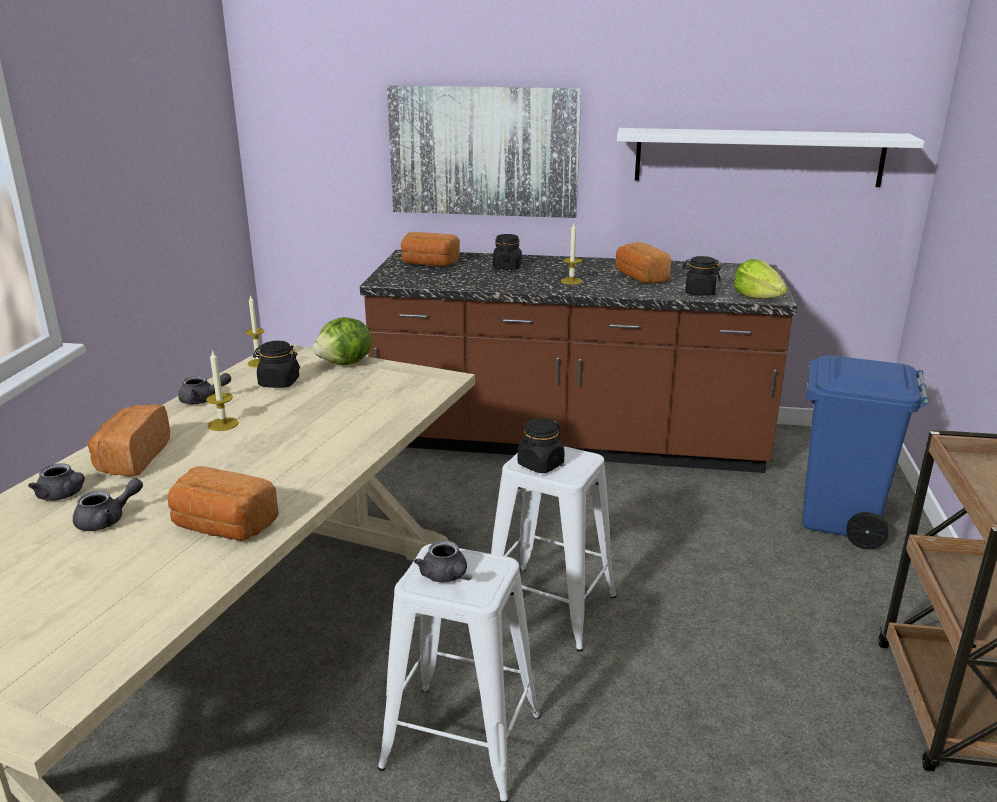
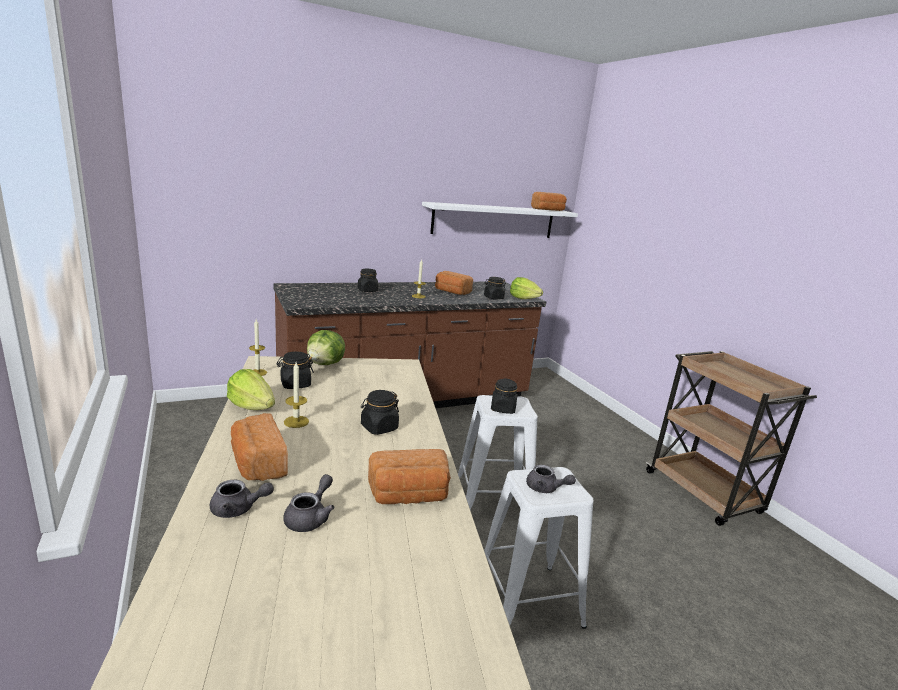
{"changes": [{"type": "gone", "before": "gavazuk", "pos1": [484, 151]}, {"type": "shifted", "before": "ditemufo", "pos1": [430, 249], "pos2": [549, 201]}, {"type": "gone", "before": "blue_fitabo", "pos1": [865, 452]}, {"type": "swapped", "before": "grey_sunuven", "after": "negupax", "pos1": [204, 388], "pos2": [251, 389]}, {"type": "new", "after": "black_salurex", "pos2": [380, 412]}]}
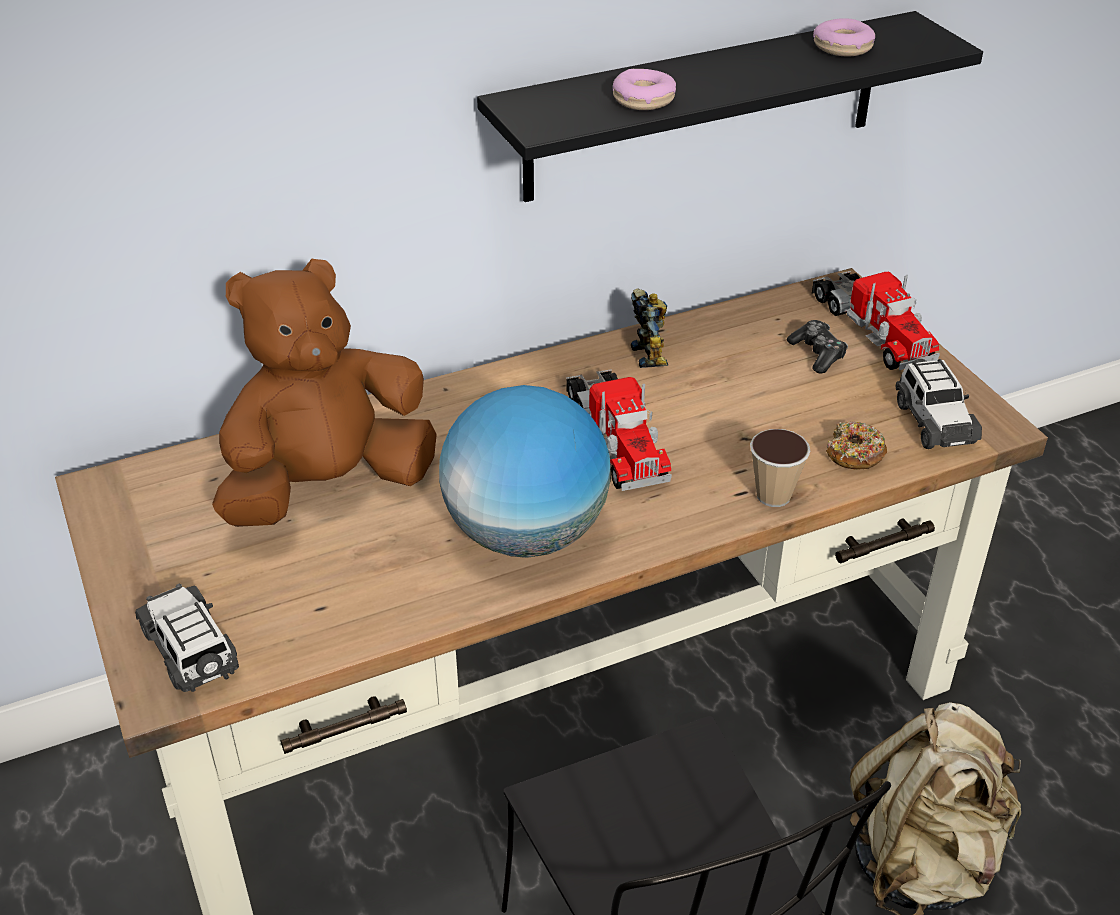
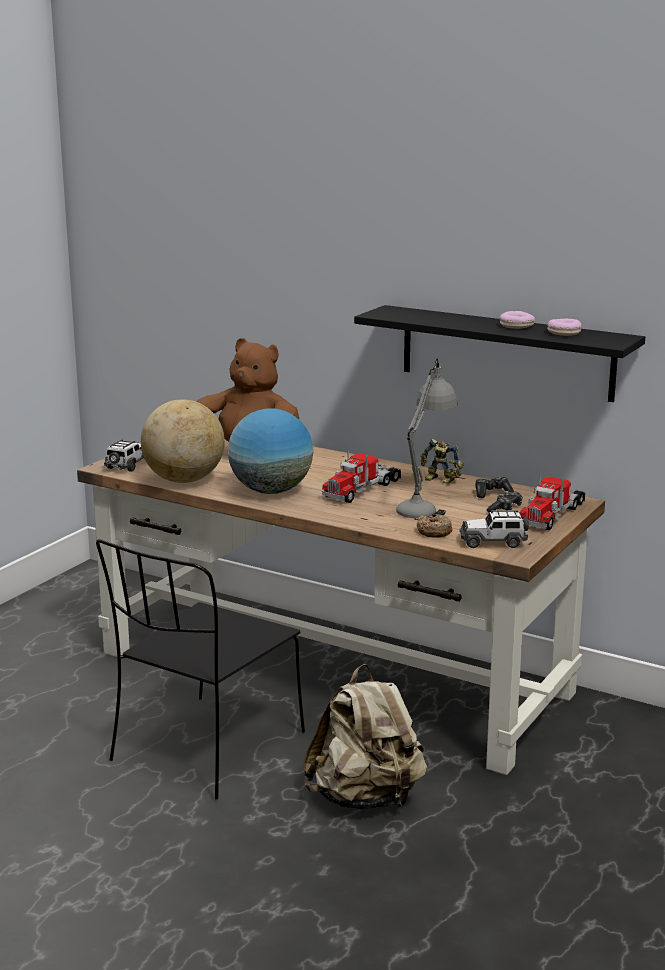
{"changes": [{"type": "shifted", "before": "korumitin", "pos1": [644, 89], "pos2": [517, 320]}, {"type": "rotated", "before": "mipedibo", "pos1": [649, 328], "pos2": [441, 461], "turn": 75}, {"type": "rotated", "before": "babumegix", "pos1": [938, 404], "pos2": [494, 529], "turn": 45}, {"type": "gone", "before": "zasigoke", "pos1": [780, 468]}, {"type": "new", "after": "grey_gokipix", "pos2": [427, 439]}, {"type": "new", "after": "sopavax", "pos2": [183, 441]}, {"type": "new", "after": "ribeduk", "pos2": [495, 487]}]}
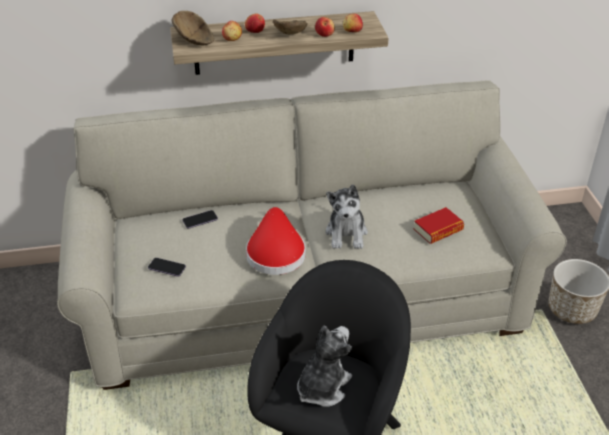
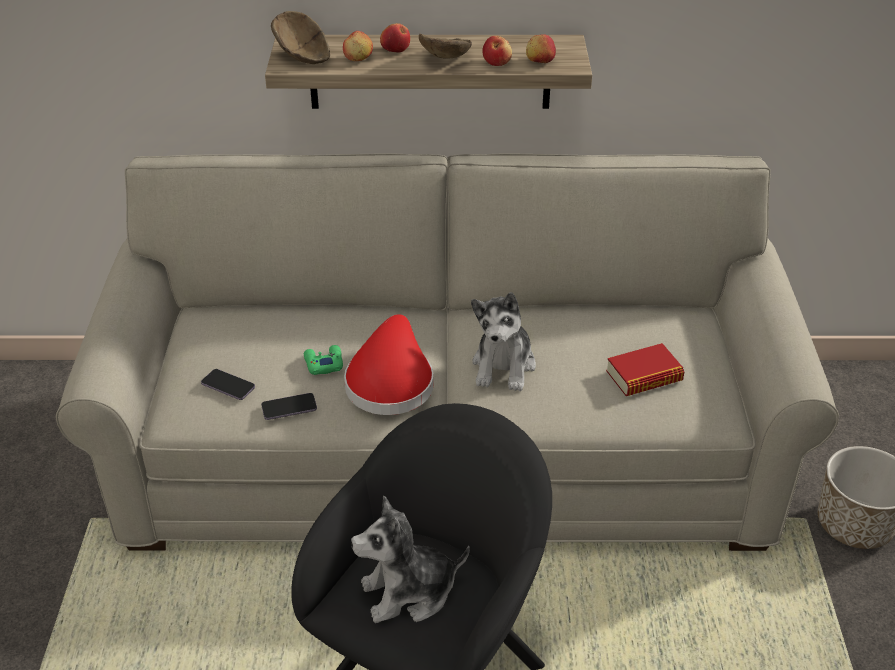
{"changes": [{"type": "shifted", "before": "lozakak", "pos1": [200, 219], "pos2": [289, 406]}, {"type": "rotated", "before": "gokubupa", "pos1": [324, 366], "pos2": [410, 559], "turn": -150}, {"type": "new", "after": "green_ribeduk", "pos2": [323, 360]}]}
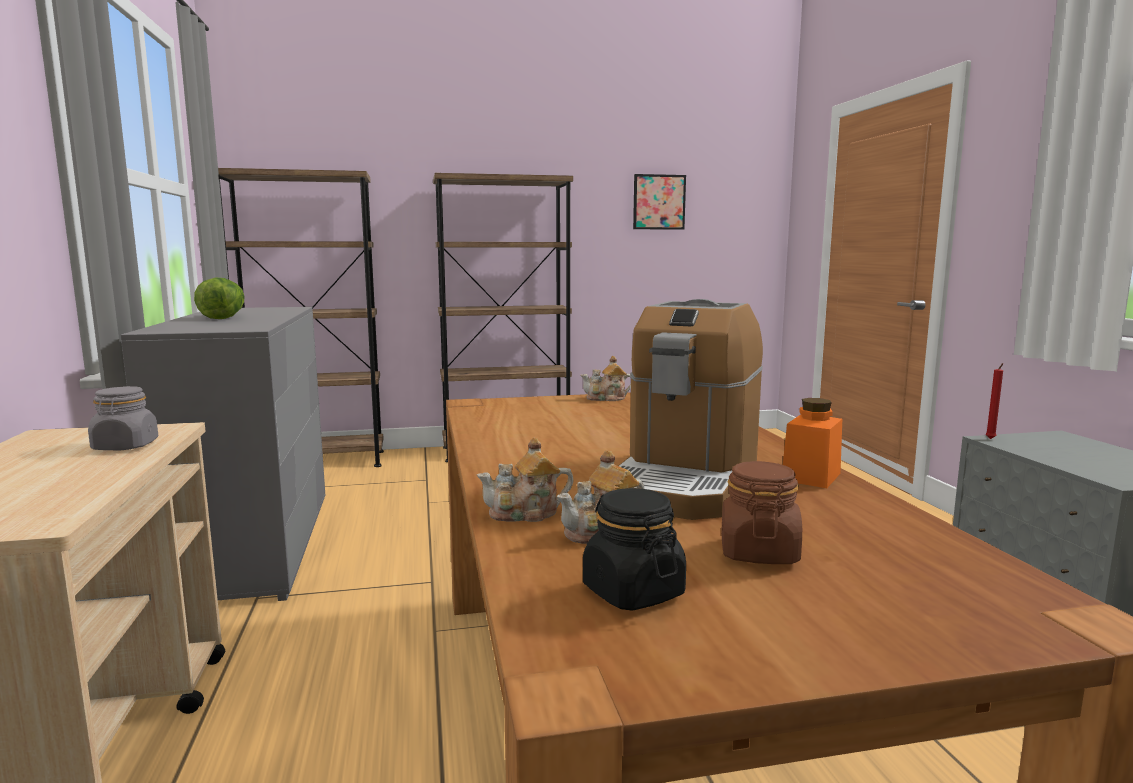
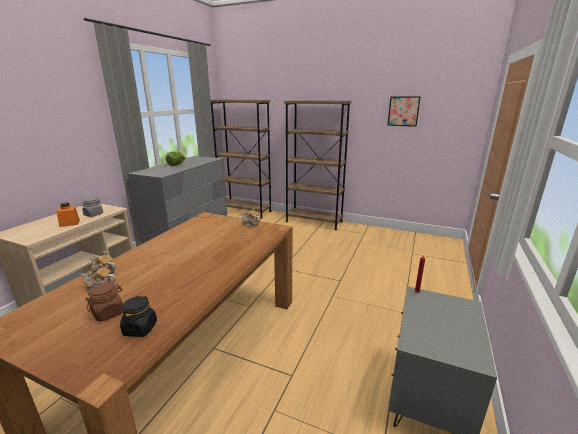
{"changes": [{"type": "gone", "before": "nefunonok", "pos1": [690, 409]}, {"type": "shifted", "before": "orange_salurex", "pos1": [812, 443], "pos2": [68, 214]}, {"type": "shifted", "before": "black_salurex", "pos1": [634, 549], "pos2": [138, 316]}]}
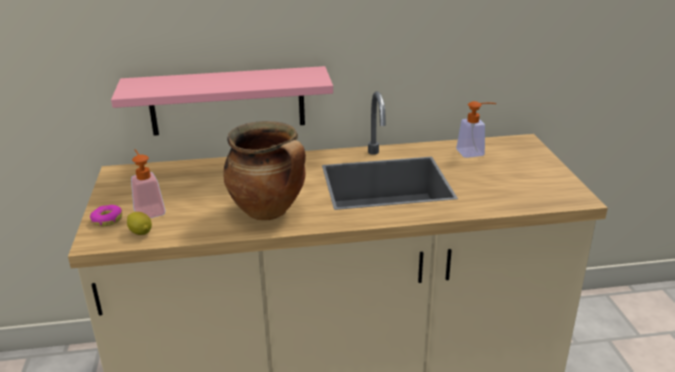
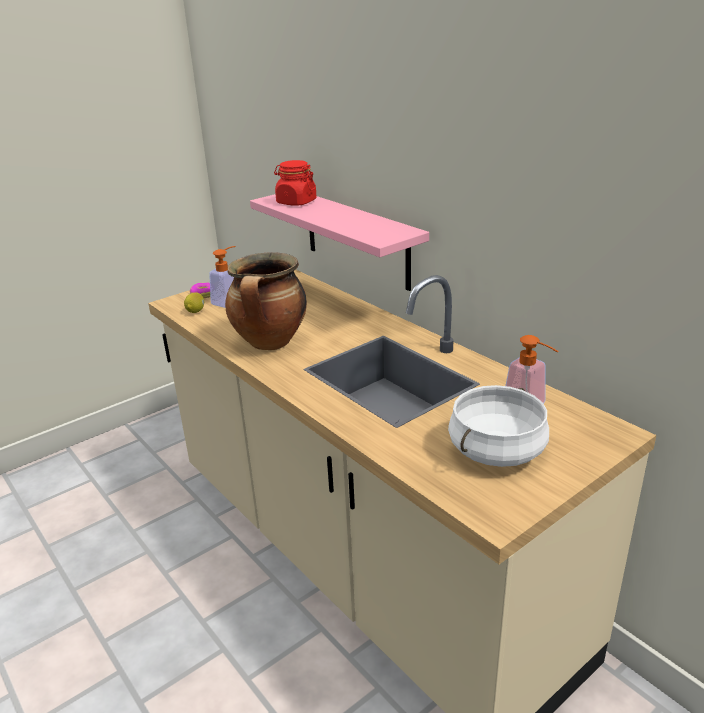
{"changes": [{"type": "new", "after": "red_salurex", "pos2": [295, 183]}, {"type": "new", "after": "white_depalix", "pos2": [498, 426]}]}
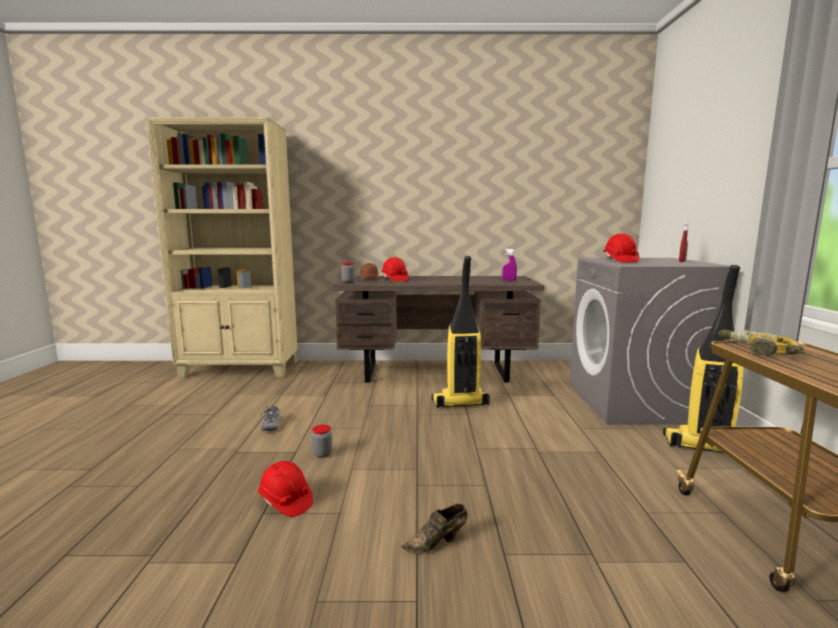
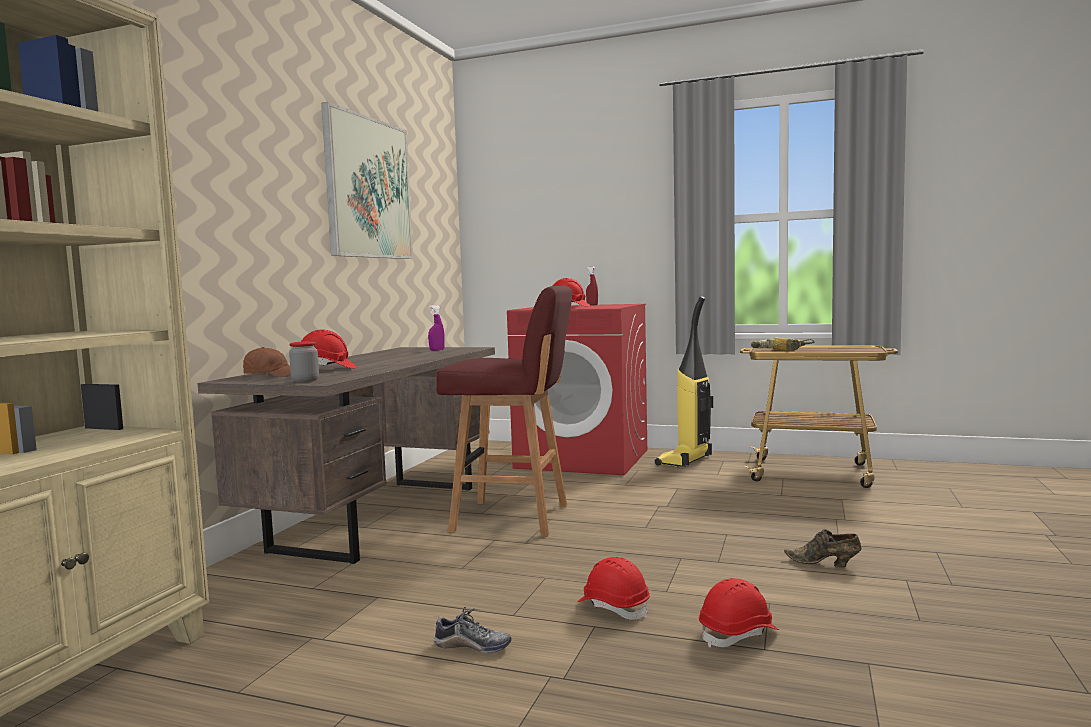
{"changes": [{"type": "swapped", "before": "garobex", "after": "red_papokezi", "pos1": [460, 332], "pos2": [504, 411]}, {"type": "repainted", "before": "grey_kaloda", "after": "red_kaloda", "pos1": [649, 341], "pos2": [577, 389]}, {"type": "swapped", "before": "salurex", "after": "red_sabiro", "pos1": [322, 441], "pos2": [613, 588]}, {"type": "rotated", "before": "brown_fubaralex", "pos1": [434, 529], "pos2": [822, 548], "turn": 120}, {"type": "new", "after": "gavazuk", "pos2": [367, 180]}]}
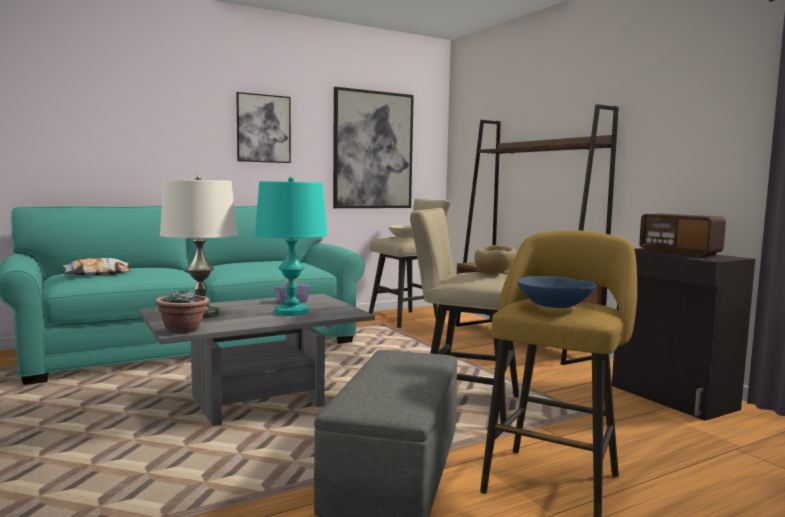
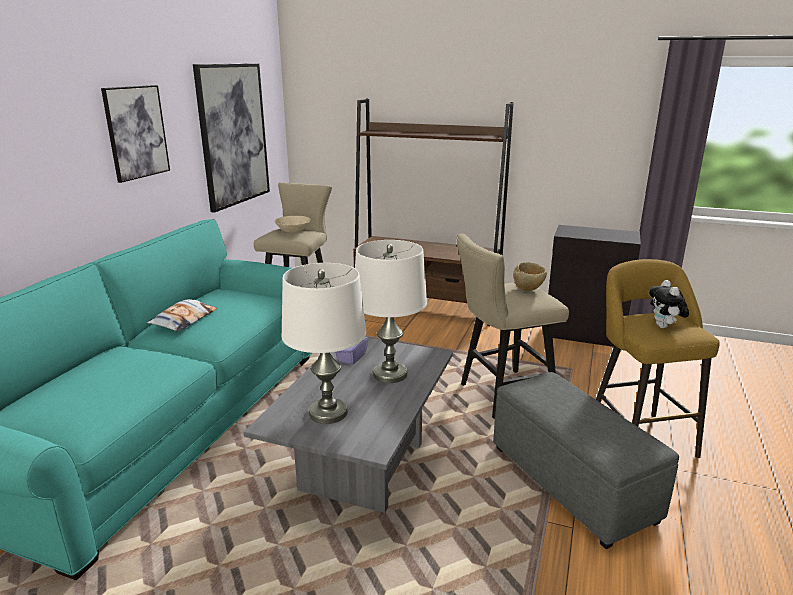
{"changes": [{"type": "repainted", "before": "turquoise_gokipix", "after": "white_gokipix", "pos1": [291, 246], "pos2": [391, 311]}, {"type": "gone", "before": "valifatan", "pos1": [682, 235]}, {"type": "shifted", "before": "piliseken", "pos1": [97, 267], "pos2": [182, 315]}, {"type": "swapped", "before": "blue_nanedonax", "after": "gokubupa", "pos1": [556, 292], "pos2": [669, 304]}, {"type": "gone", "before": "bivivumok", "pos1": [182, 311]}]}
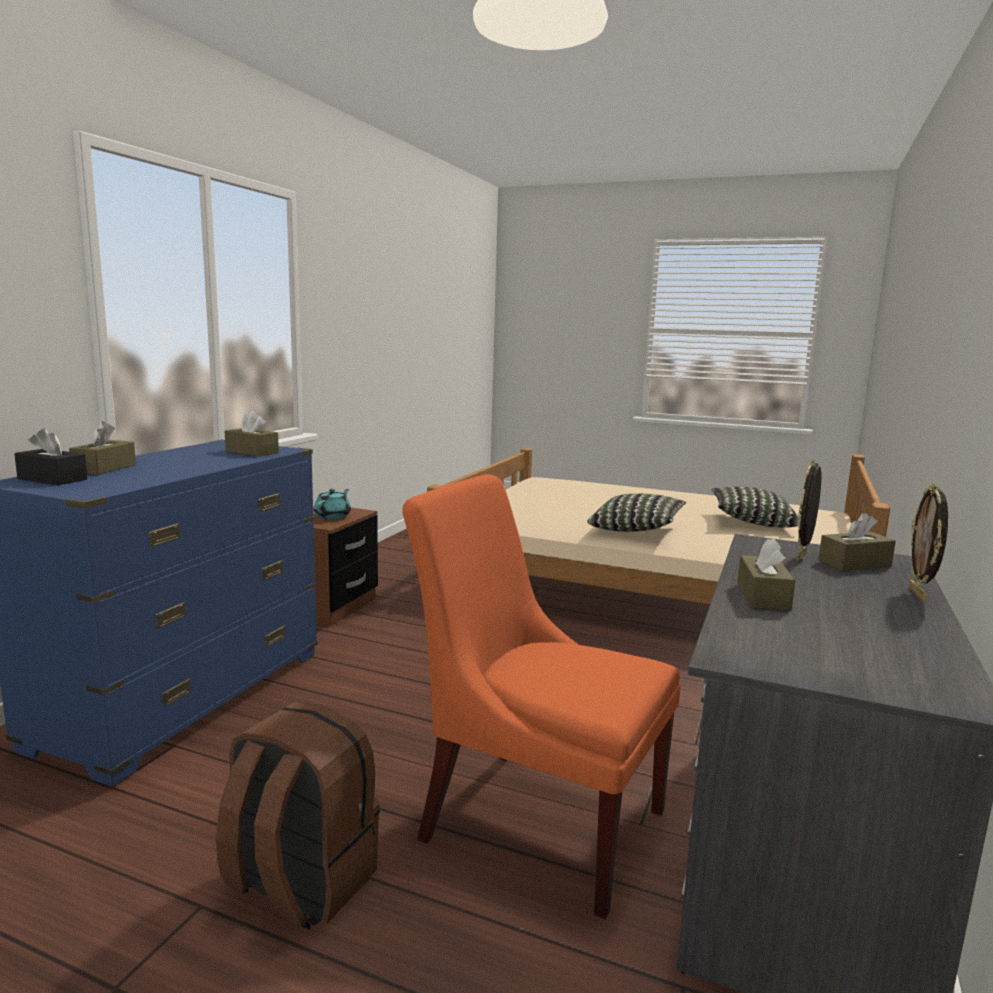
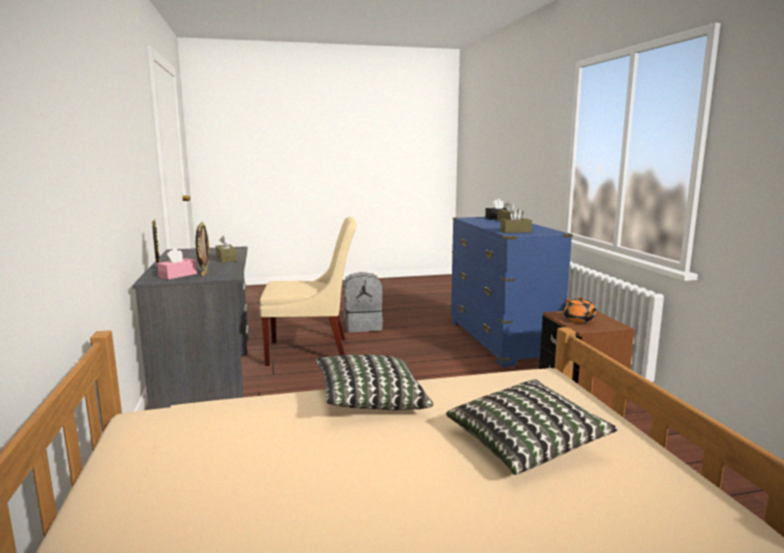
{"changes": [{"type": "repainted", "before": "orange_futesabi", "after": "beige_futesabi", "pos1": [541, 696], "pos2": [308, 291]}, {"type": "shifted", "before": "piliseken", "pos1": [755, 507], "pos2": [532, 427]}, {"type": "repainted", "before": "turquoise_sunuven", "after": "orange_sunuven", "pos1": [332, 504], "pos2": [580, 310]}, {"type": "repainted", "before": "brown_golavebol", "after": "pink_golavebol", "pos1": [857, 542], "pos2": [177, 264]}, {"type": "repainted", "before": "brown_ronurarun", "after": "grey_ronurarun", "pos1": [298, 816], "pos2": [363, 302]}]}
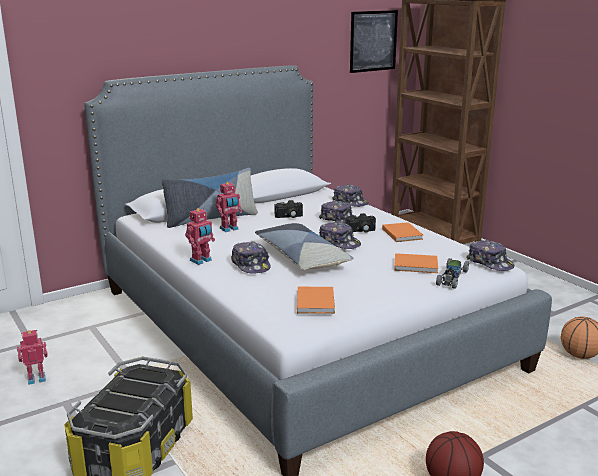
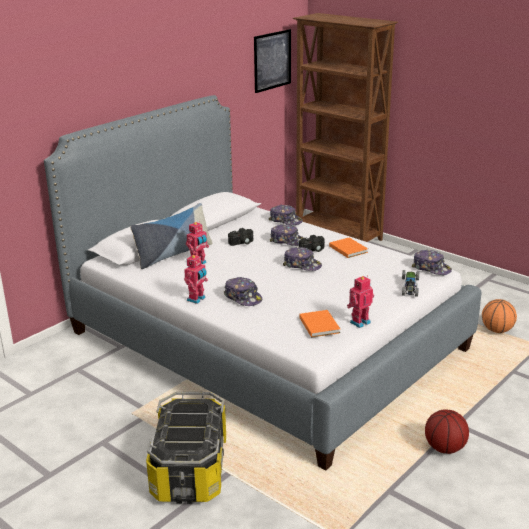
{"changes": [{"type": "gone", "before": "piliseken", "pos1": [304, 246]}, {"type": "gone", "before": "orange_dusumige", "pos1": [416, 263]}, {"type": "shifted", "before": "mipedibo", "pos1": [32, 357], "pos2": [360, 301]}]}
